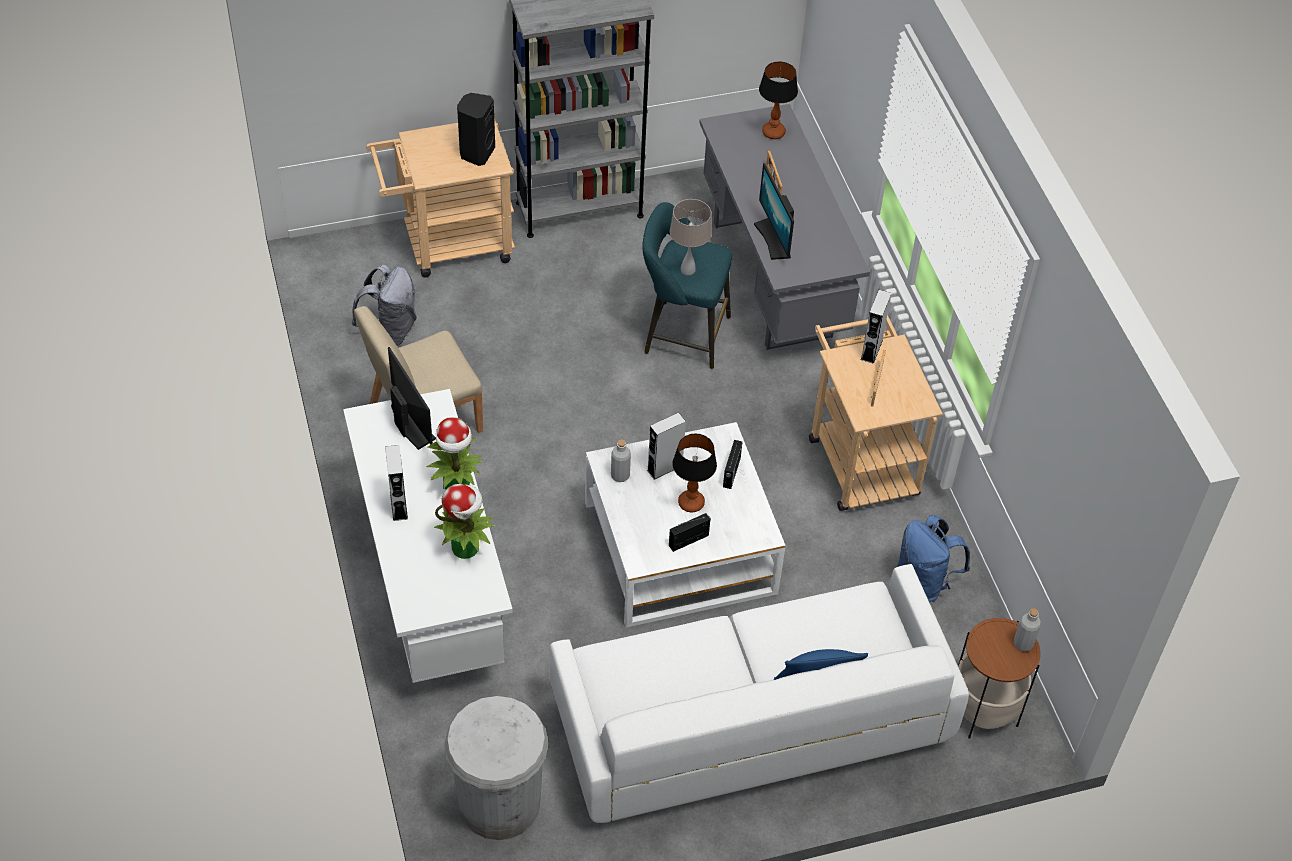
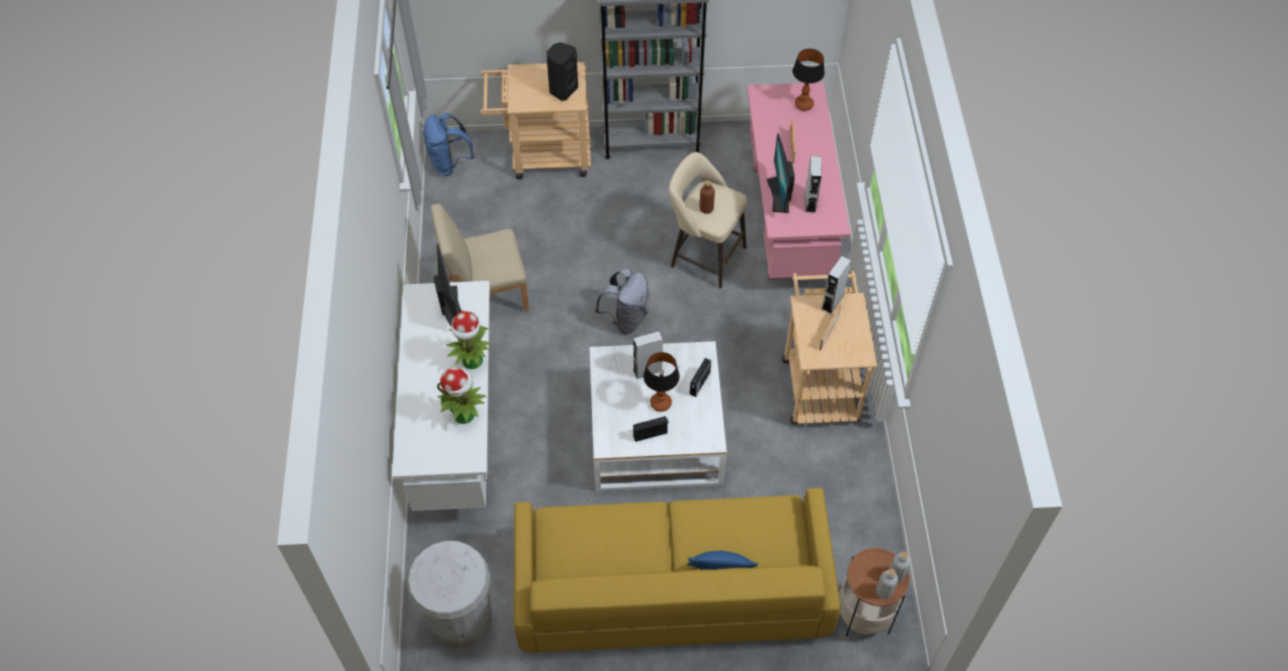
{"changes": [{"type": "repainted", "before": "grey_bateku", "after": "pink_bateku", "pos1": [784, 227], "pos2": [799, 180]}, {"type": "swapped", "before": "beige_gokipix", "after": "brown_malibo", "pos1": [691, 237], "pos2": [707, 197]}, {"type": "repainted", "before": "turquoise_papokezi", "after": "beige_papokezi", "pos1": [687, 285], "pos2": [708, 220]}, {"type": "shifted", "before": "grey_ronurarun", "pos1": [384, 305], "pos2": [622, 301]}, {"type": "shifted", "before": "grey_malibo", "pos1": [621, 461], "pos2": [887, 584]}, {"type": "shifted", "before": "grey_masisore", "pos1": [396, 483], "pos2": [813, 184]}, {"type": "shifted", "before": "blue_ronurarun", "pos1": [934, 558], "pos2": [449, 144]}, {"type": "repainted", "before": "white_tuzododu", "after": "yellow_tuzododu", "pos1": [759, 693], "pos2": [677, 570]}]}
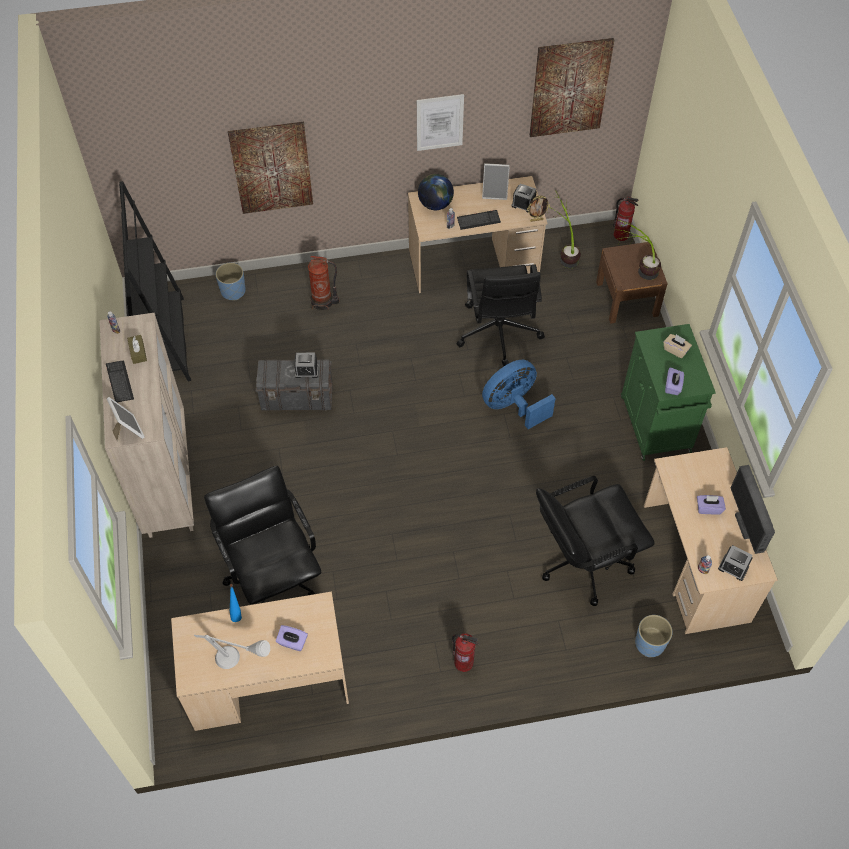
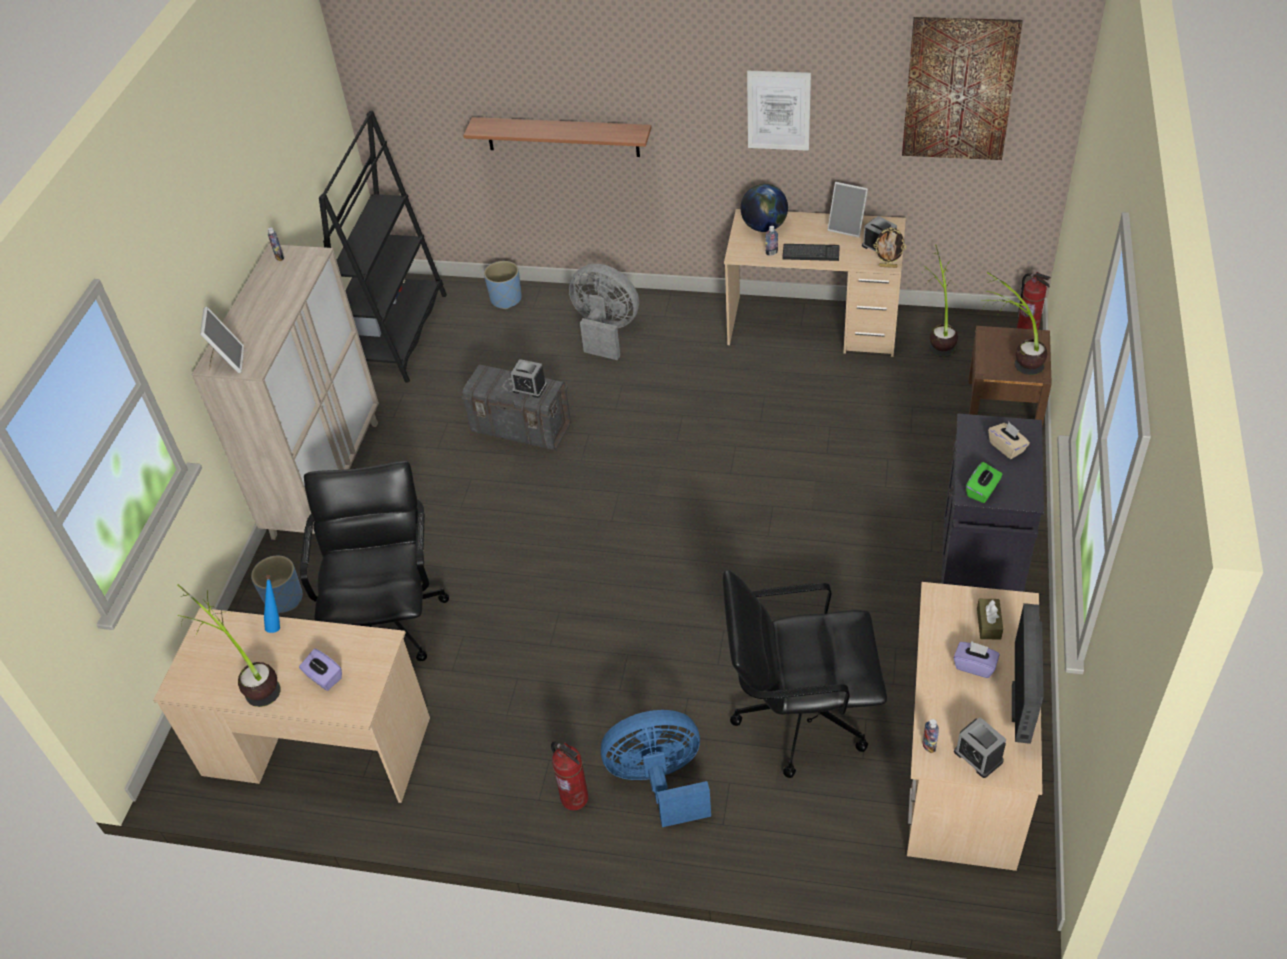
{"changes": [{"type": "swapped", "before": "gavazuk", "after": "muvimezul", "pos1": [270, 168], "pos2": [557, 137]}, {"type": "swapped", "before": "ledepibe", "after": "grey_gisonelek", "pos1": [323, 283], "pos2": [604, 312]}, {"type": "gone", "before": "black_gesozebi", "pos1": [501, 315]}, {"type": "repainted", "before": "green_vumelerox", "after": "black_vumelerox", "pos1": [668, 392], "pos2": [992, 503]}, {"type": "shifted", "before": "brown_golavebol", "pos1": [137, 349], "pos2": [990, 619]}, {"type": "shifted", "before": "blue_gisonelek", "pos1": [519, 394], "pos2": [656, 768]}, {"type": "gone", "before": "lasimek", "pos1": [120, 381]}, {"type": "repainted", "before": "purple_golavebol", "after": "green_golavebol", "pos1": [674, 381], "pos2": [984, 482]}, {"type": "shifted", "before": "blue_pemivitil", "pos1": [654, 636], "pos2": [277, 584]}, {"type": "swapped", "before": "grey_gokipix", "after": "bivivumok", "pos1": [232, 652], "pos2": [229, 645]}]}
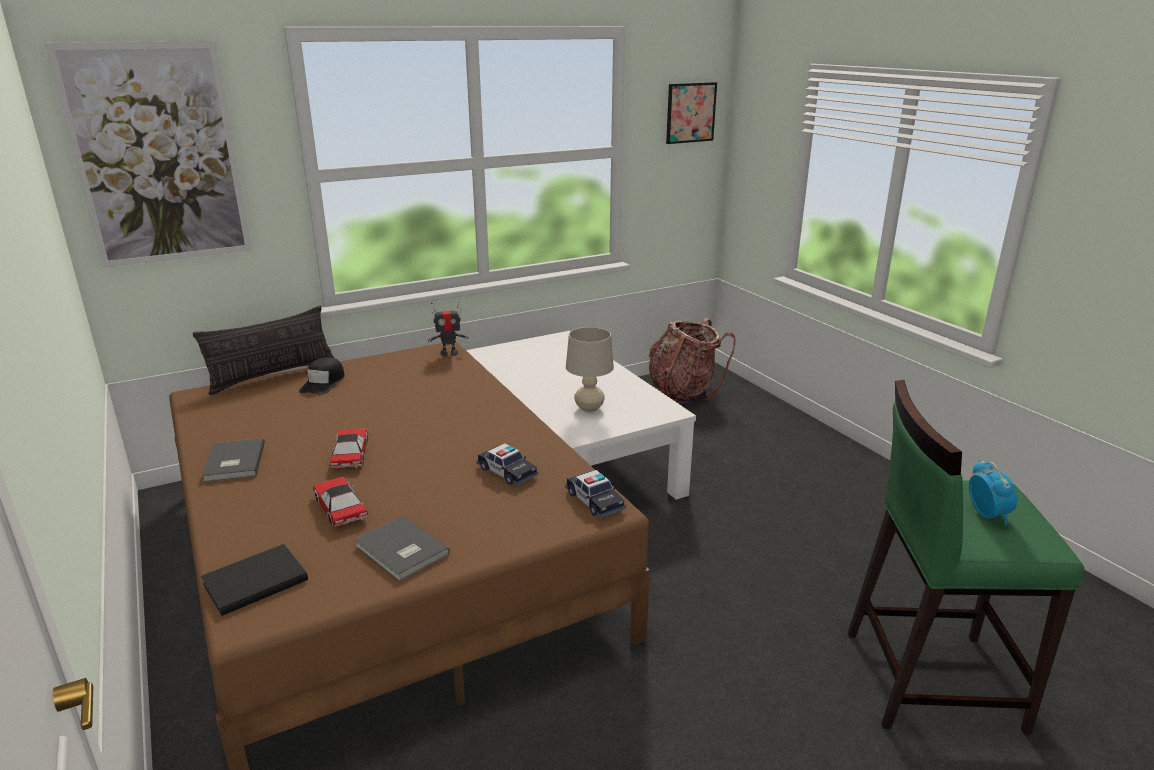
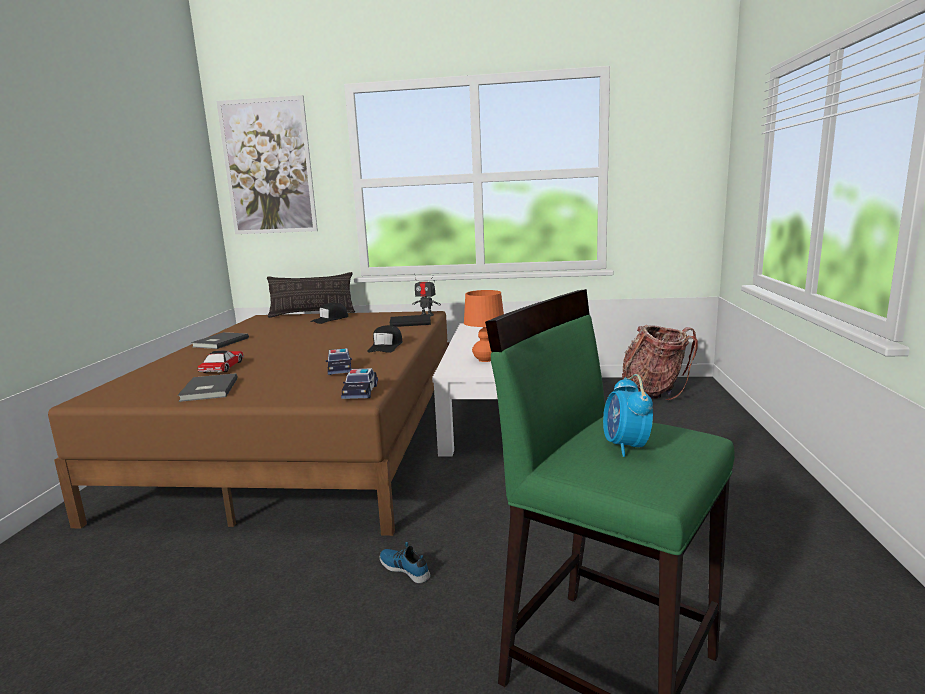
{"changes": [{"type": "gone", "before": "gavazuk", "pos1": [691, 113]}, {"type": "repainted", "before": "beige_gokipix", "after": "orange_gokipix", "pos1": [590, 369], "pos2": [484, 326]}, {"type": "gone", "before": "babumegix", "pos1": [349, 448]}, {"type": "rotated", "before": "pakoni", "pos1": [993, 493], "pos2": [628, 415], "turn": 150}, {"type": "shifted", "before": "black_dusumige", "pos1": [254, 580], "pos2": [410, 321]}, {"type": "new", "after": "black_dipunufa", "pos2": [384, 339]}, {"type": "new", "after": "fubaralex", "pos2": [404, 562]}]}
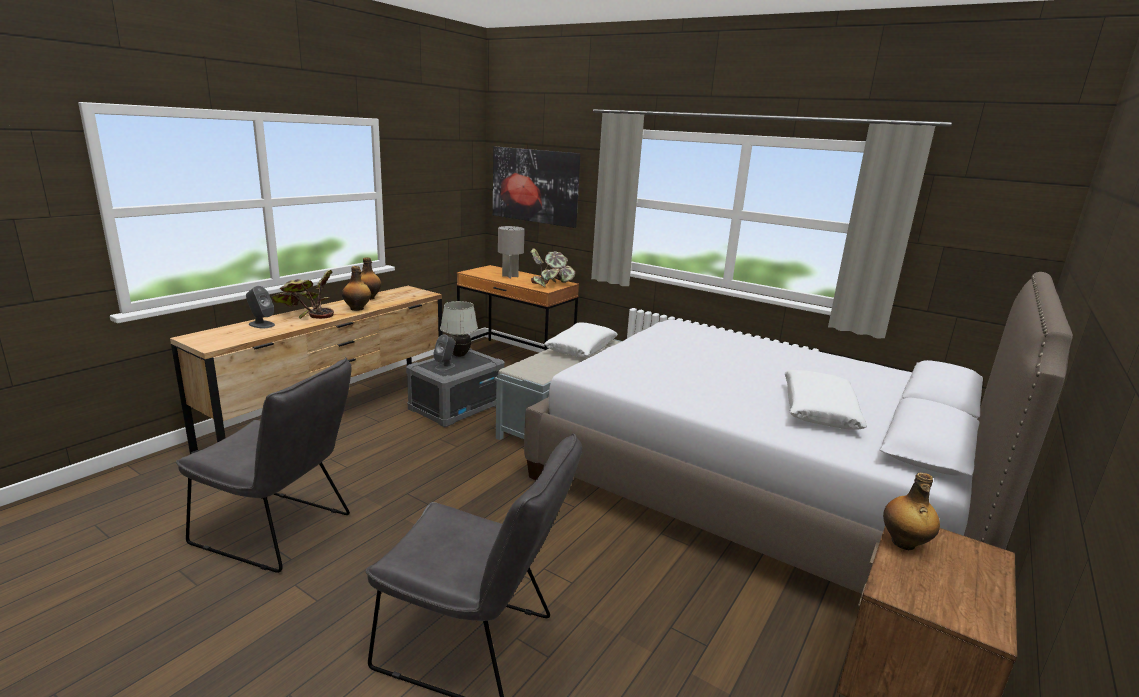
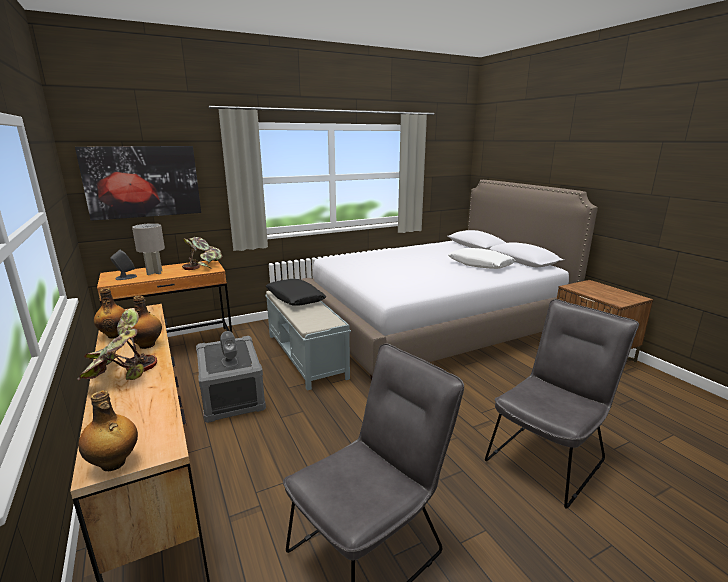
{"changes": [{"type": "shifted", "before": "grey_masisore", "pos1": [260, 307], "pos2": [124, 265]}, {"type": "gone", "before": "white_gokipix", "pos1": [459, 329]}, {"type": "repainted", "before": "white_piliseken", "after": "black_piliseken", "pos1": [581, 340], "pos2": [296, 292]}, {"type": "shifted", "before": "malibo", "pos1": [911, 511], "pos2": [108, 430]}]}
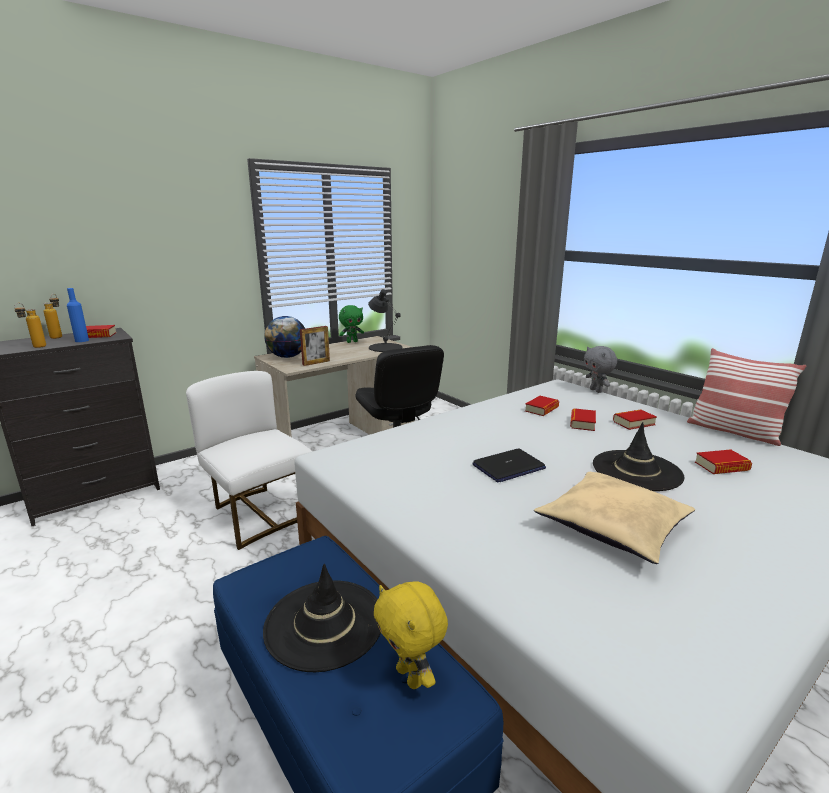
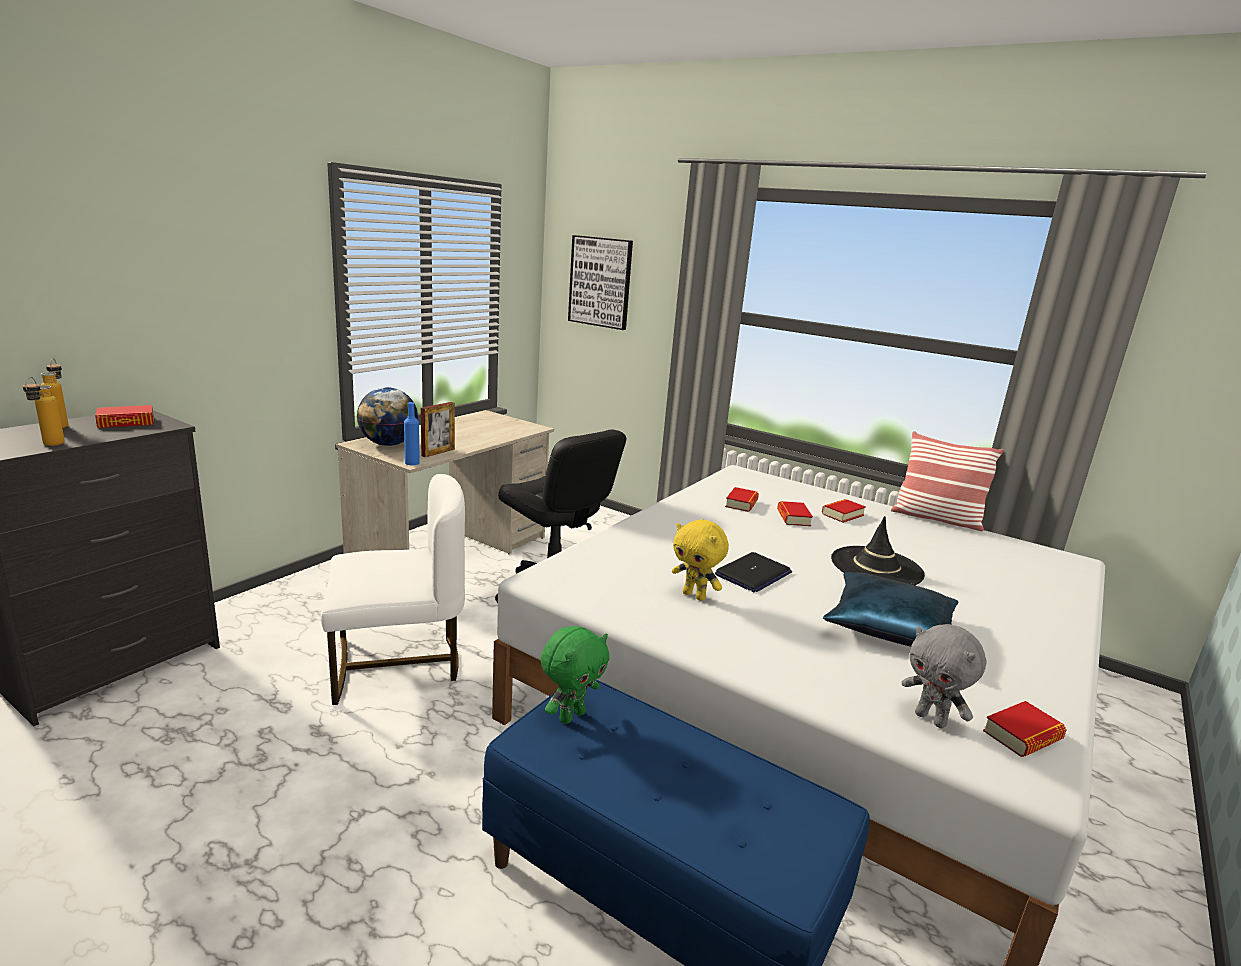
{"changes": [{"type": "shifted", "before": "blue_malibo", "pos1": [78, 315], "pos2": [412, 433]}, {"type": "gone", "before": "black_gokipix", "pos1": [385, 320]}, {"type": "shifted", "before": "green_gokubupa", "pos1": [351, 324], "pos2": [575, 675]}, {"type": "shifted", "before": "grey_gokubupa", "pos1": [600, 369], "pos2": [944, 676]}, {"type": "rotated", "before": "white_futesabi", "pos1": [249, 460], "pos2": [393, 589], "turn": 135}, {"type": "shifted", "before": "dusumige", "pos1": [723, 461], "pos2": [1025, 729]}, {"type": "repainted", "before": "beige_piliseken", "after": "blue_piliseken", "pos1": [614, 518], "pos2": [890, 609]}, {"type": "gone", "before": "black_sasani", "pos1": [322, 618]}, {"type": "shifted", "before": "yellow_gokubupa", "pos1": [411, 635], "pos2": [700, 560]}, {"type": "new", "after": "gavazuk", "pos2": [600, 282]}]}
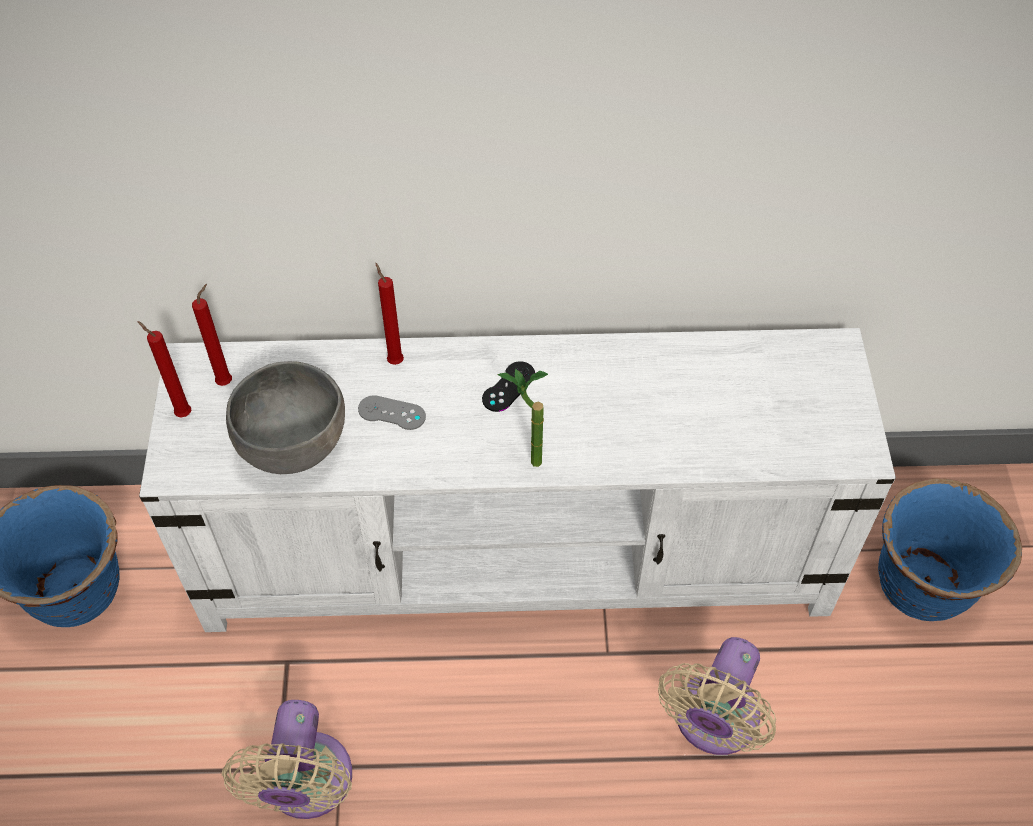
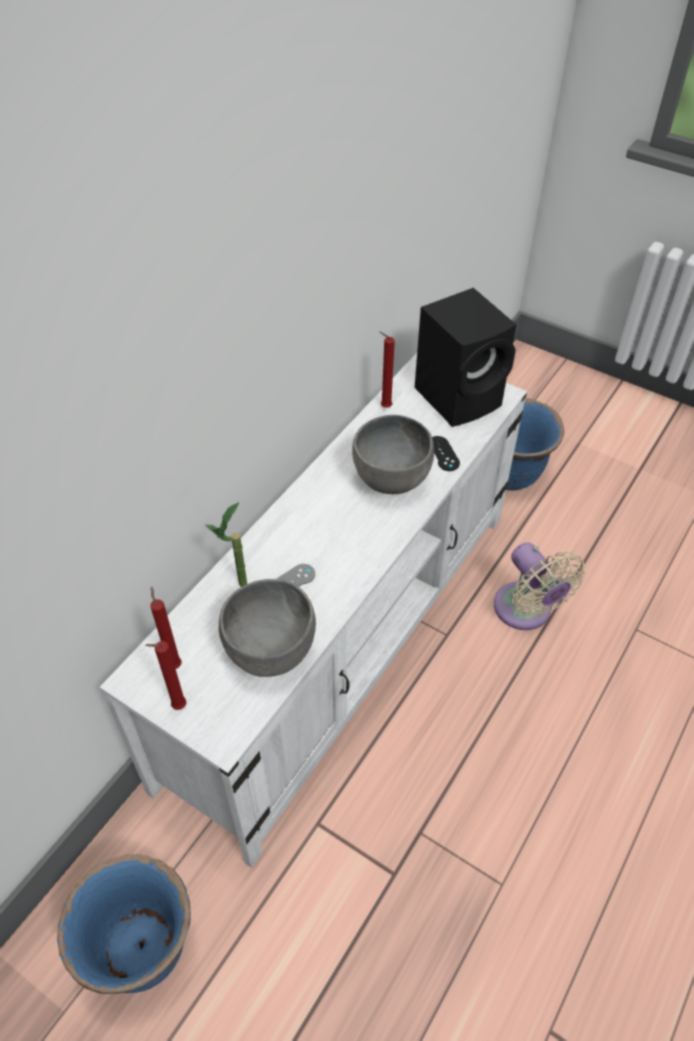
{"changes": [{"type": "shifted", "before": "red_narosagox", "pos1": [389, 314], "pos2": [387, 370]}, {"type": "shifted", "before": "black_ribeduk", "pos1": [508, 386], "pos2": [446, 453]}, {"type": "shifted", "before": "bivivumok", "pos1": [522, 418], "pos2": [226, 544]}, {"type": "gone", "before": "beige_gisonelek", "pos1": [287, 759]}, {"type": "new", "after": "black_masisore", "pos2": [466, 357]}, {"type": "new", "after": "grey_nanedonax", "pos2": [393, 454]}]}
